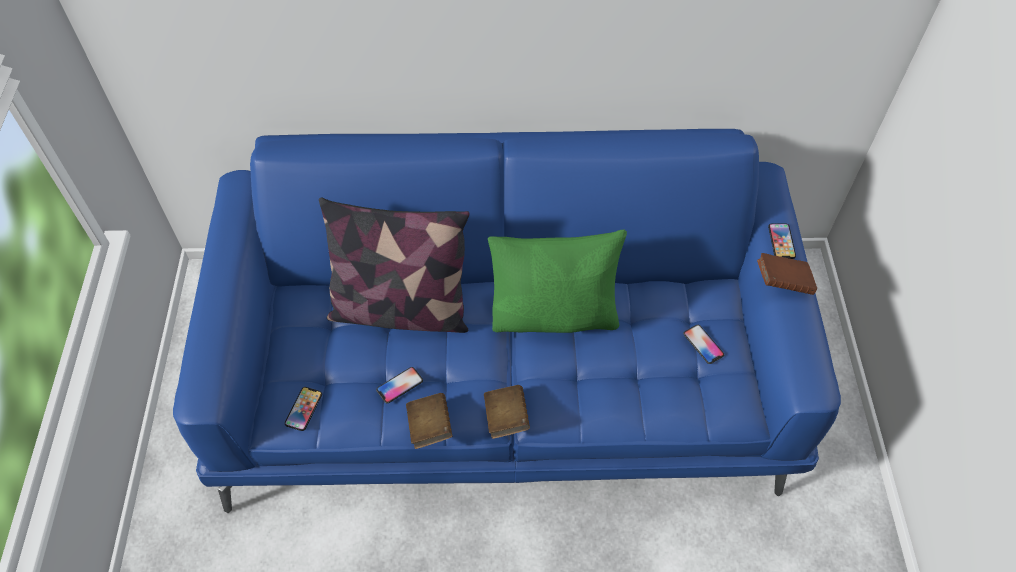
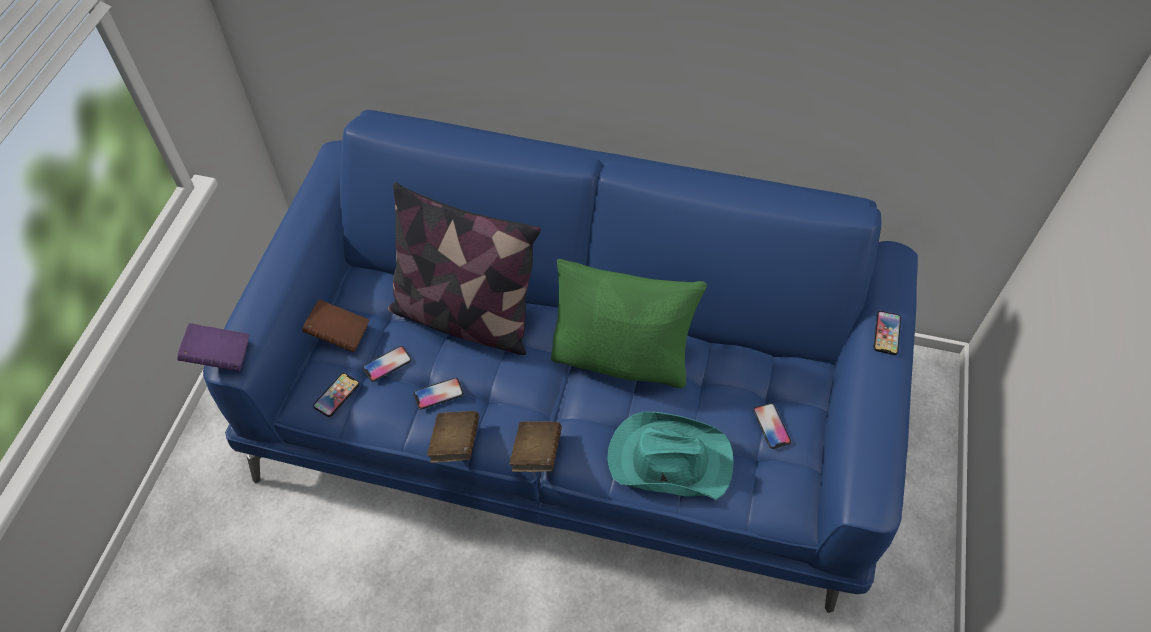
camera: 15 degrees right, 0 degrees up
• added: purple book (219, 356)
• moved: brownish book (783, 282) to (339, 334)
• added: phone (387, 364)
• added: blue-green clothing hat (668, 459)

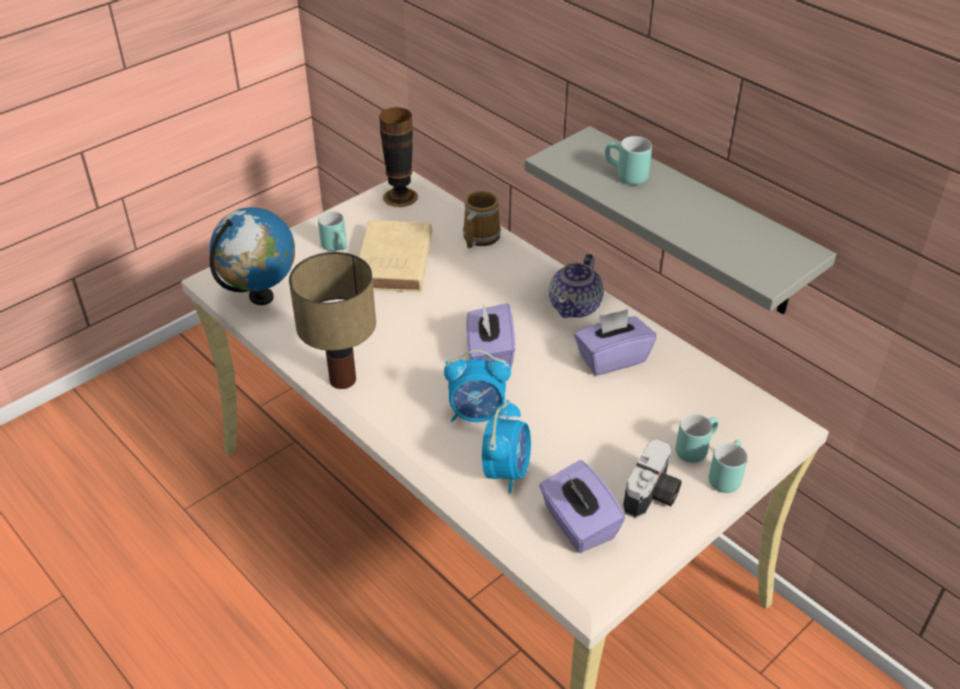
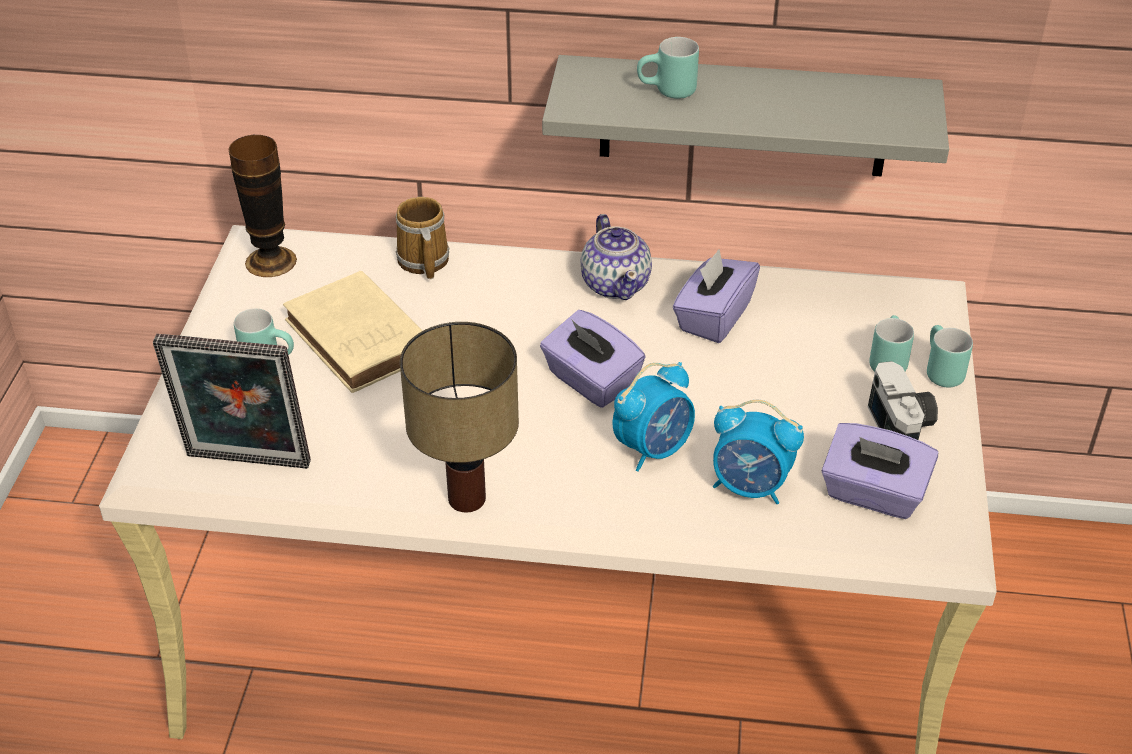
camera: 40 degrees left, 0 degrees up
• replaced: desk globe (261, 297) to photo frame (246, 464)
• turned: bedside clock (506, 471) = (750, 487) 135 degrees clockwise

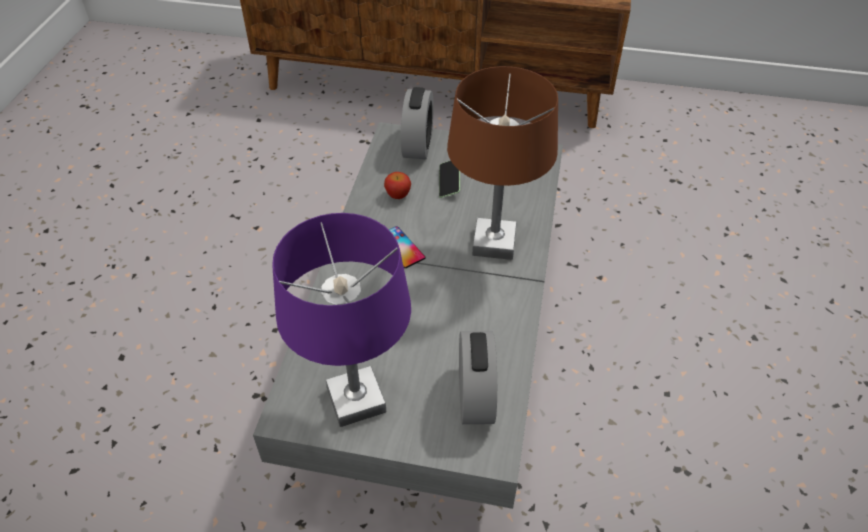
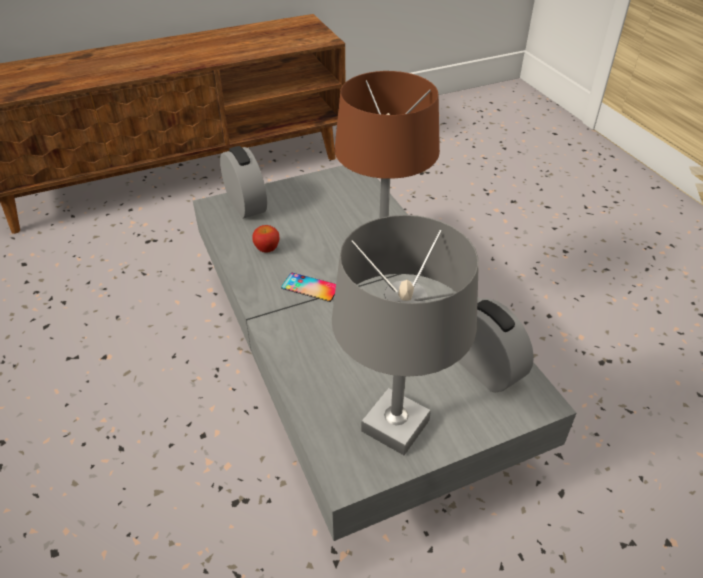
camera: 35 degrees left, 5 degrees down
• recoloured: purple table lamp (357, 400) to gray table lamp (395, 425)
• removed: phone (449, 183)

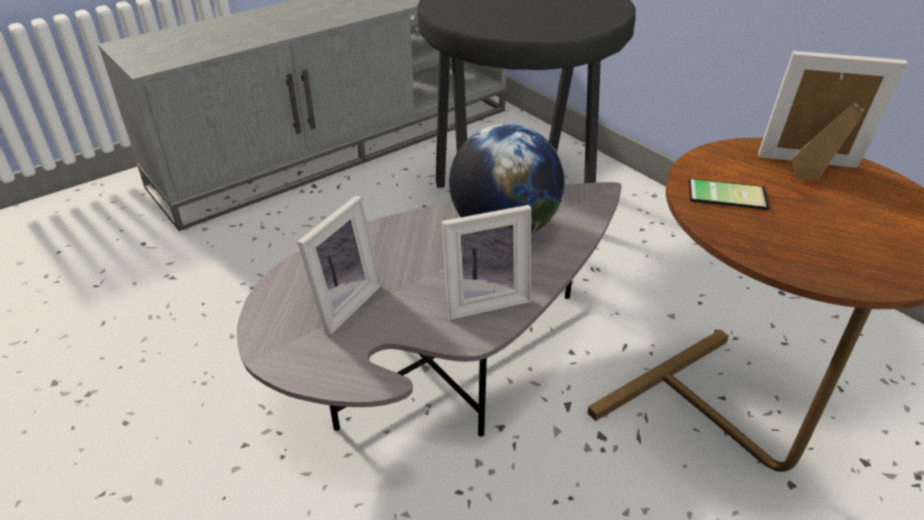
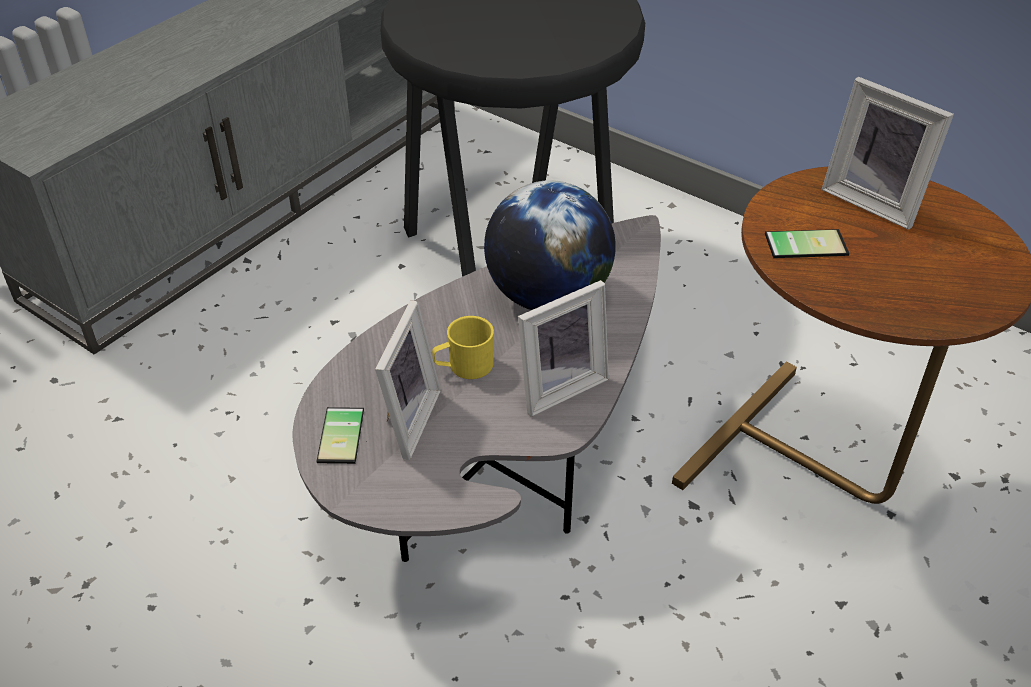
camera: 15 degrees left, 5 degrees up
• added: phone (345, 435)
• added: yellow-coloured tea mug (464, 366)
• turned: photo frame (809, 169) = (875, 200) 135 degrees counterclockwise

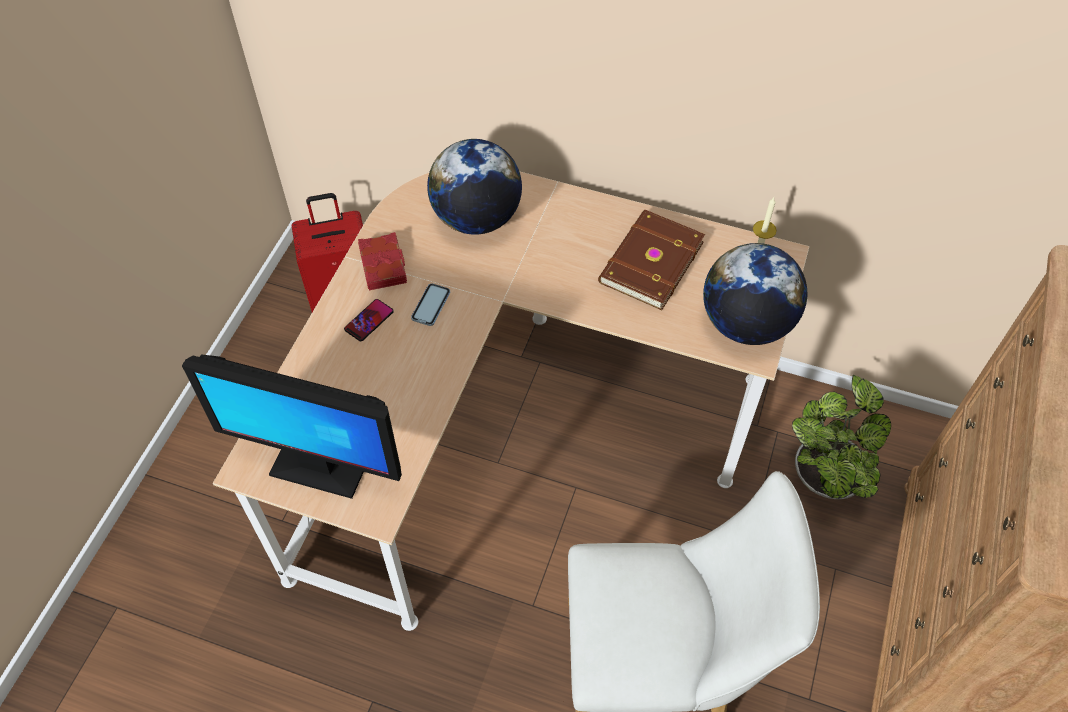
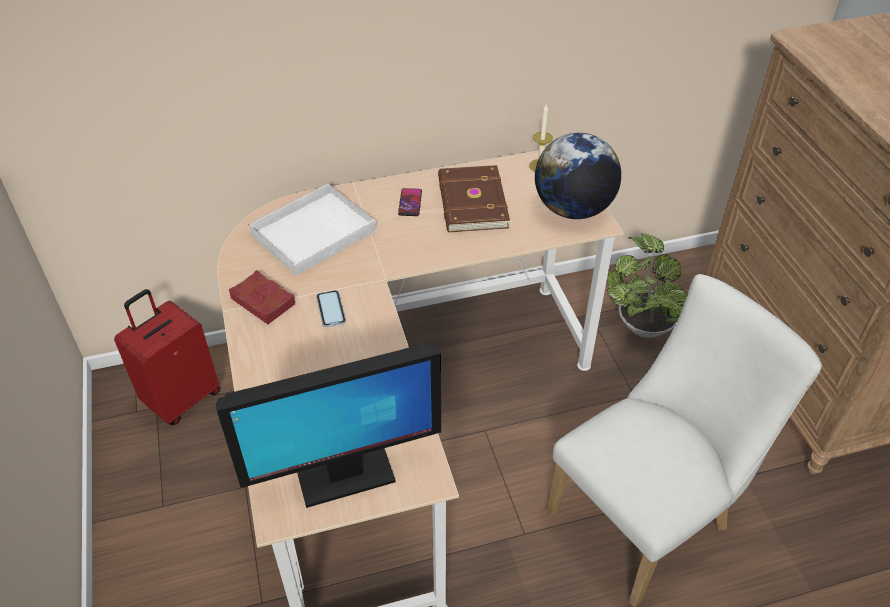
camera: 35 degrees left, 10 degrees down
• replaced: desk globe (476, 218) to white-coloured tray (312, 234)
• moved: phone (369, 320) to (410, 203)

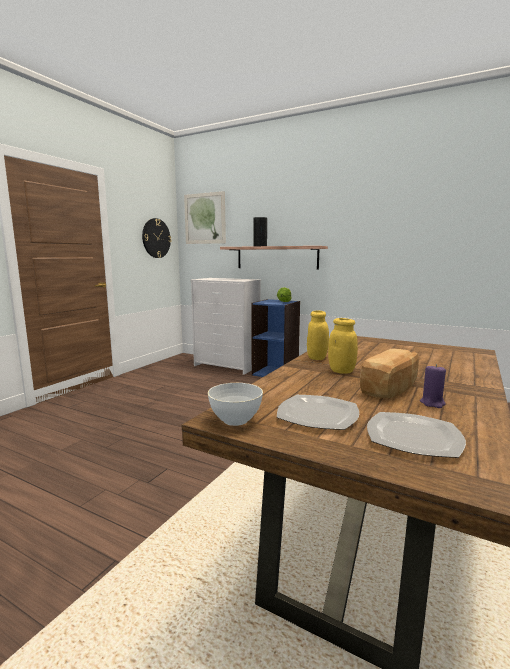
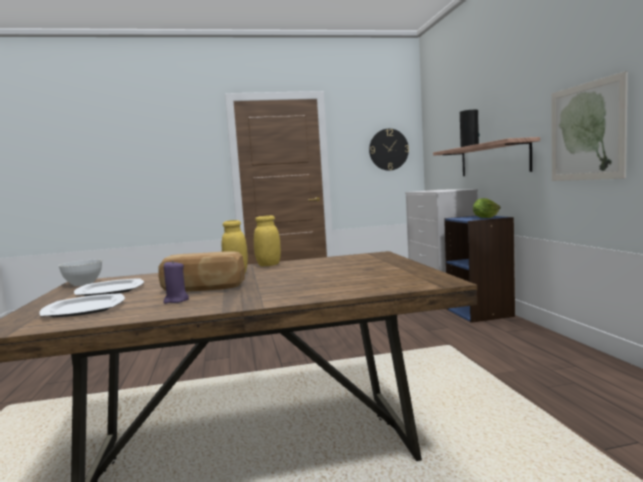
camera: 50 degrees right, 5 degrees down
• moved: picture (204, 218) to (586, 132)

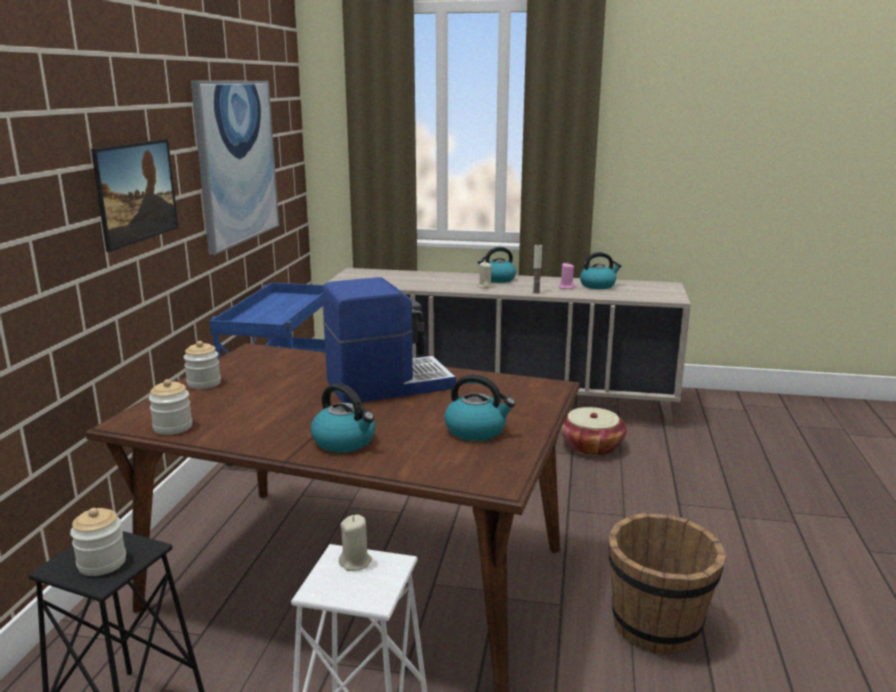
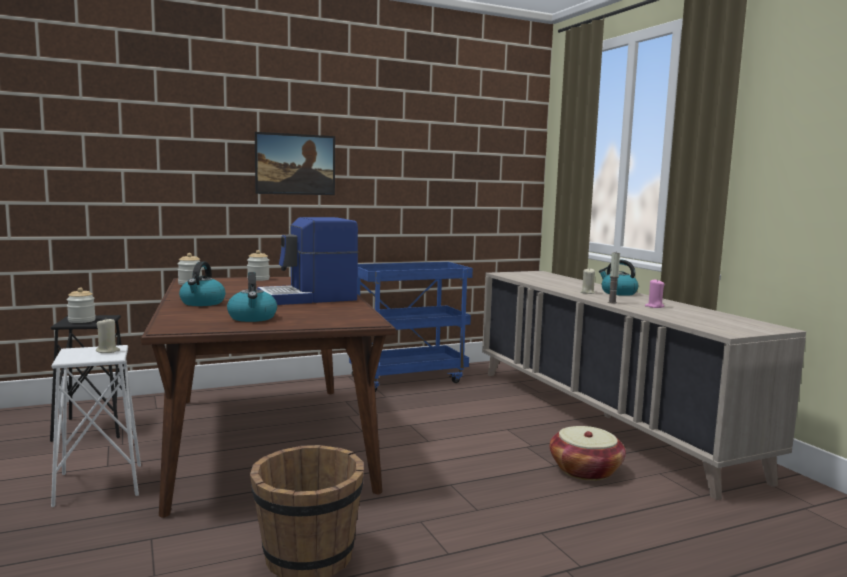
camera: 55 degrees right, 10 degrees down
• turned: coffee machine (388, 384) = (308, 298) 120 degrees clockwise
• removed: picture (237, 162)
• removed: kettle (598, 285)

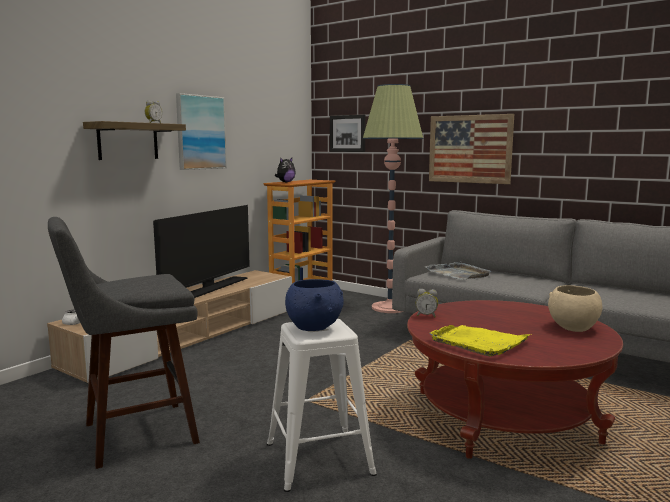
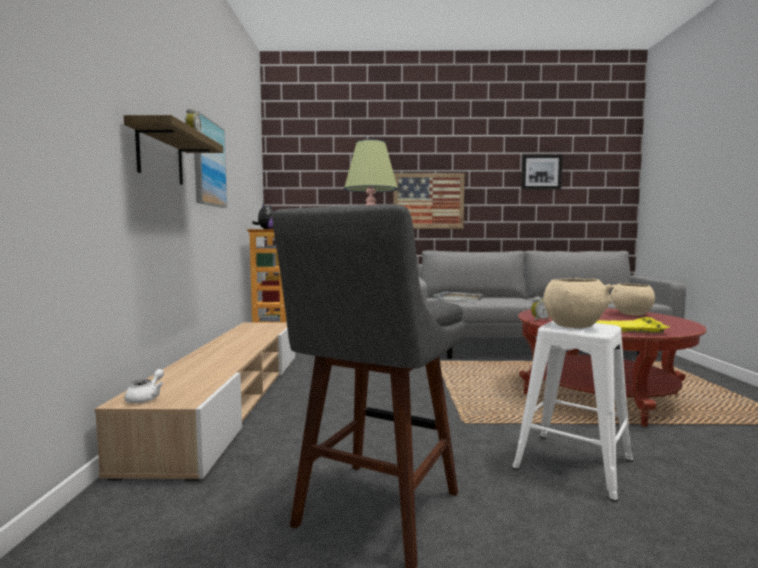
camera: 35 degrees left, 5 degrees down
• moved: picture (348, 133) to (541, 172)
• recoloured: bluish bowl (314, 327) to beige bowl (574, 326)
• removed: television (208, 289)

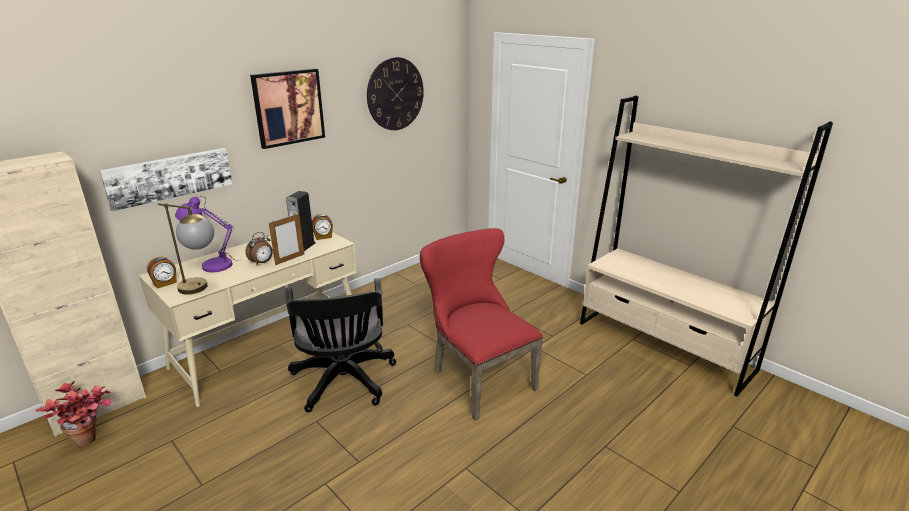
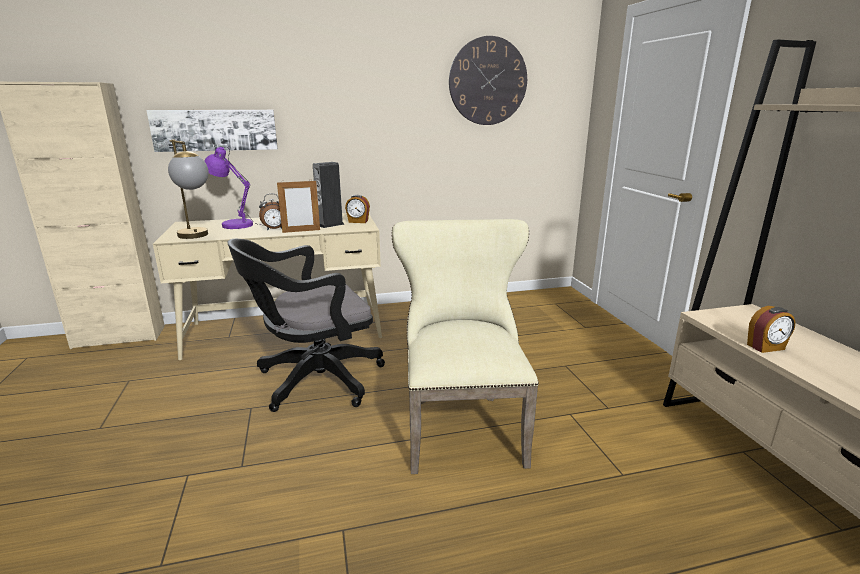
camera: 30 degrees right, 5 degrees down
• turned: blackish office chair (344, 383) = (314, 381) 45 degrees clockwise
• recoloured: red-coloured plain chair (477, 378) to beige plain chair (461, 425)
• moved: bedside clock (165, 283) to (766, 347)
• removed: plant in a pot (92, 441)
• removed: picture (288, 107)

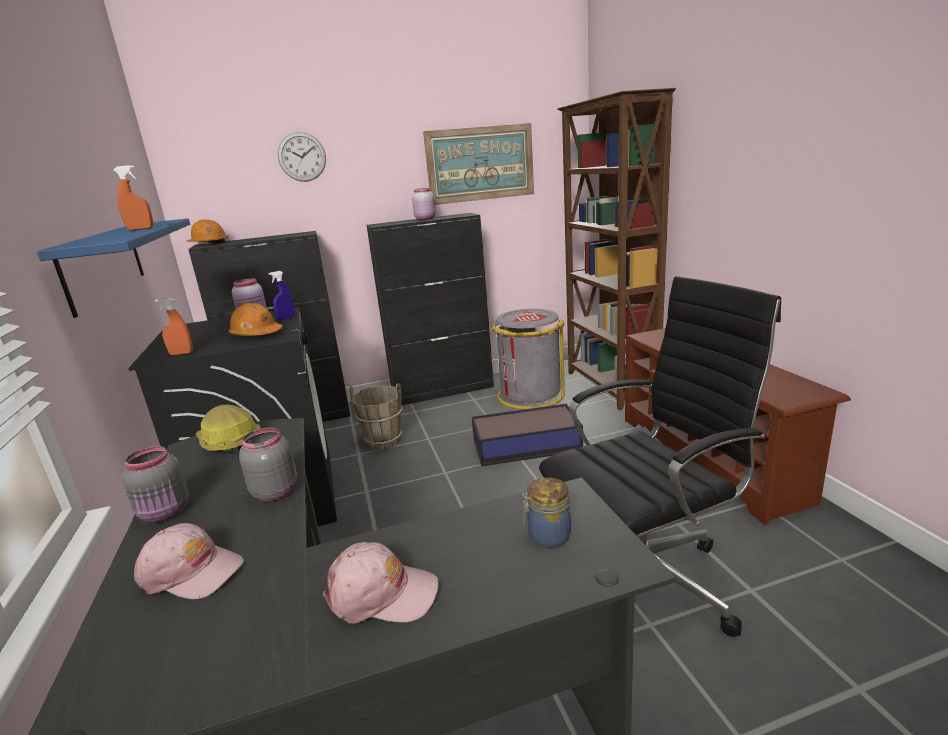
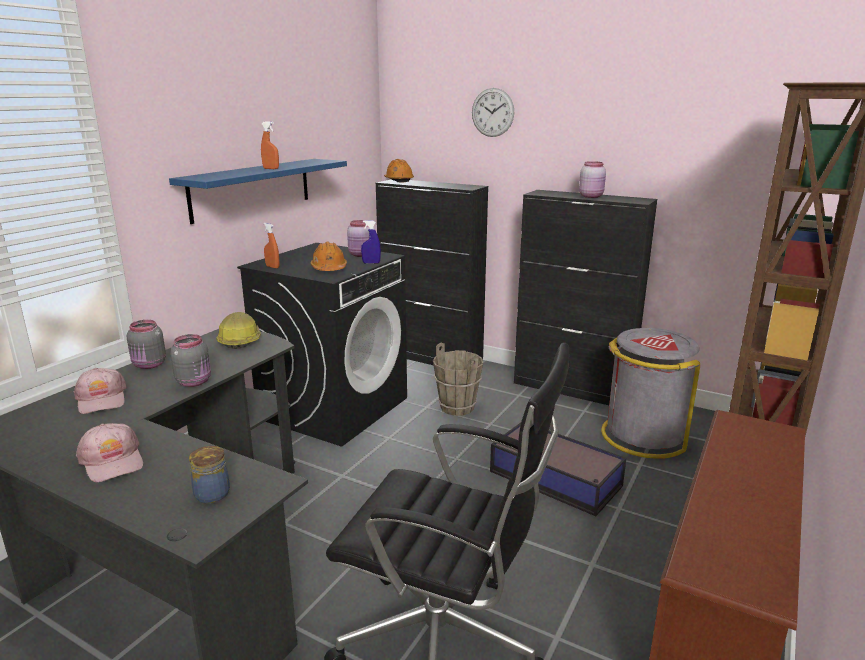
camera: 45 degrees right, 0 degrees up
• removed: picture (480, 164)

